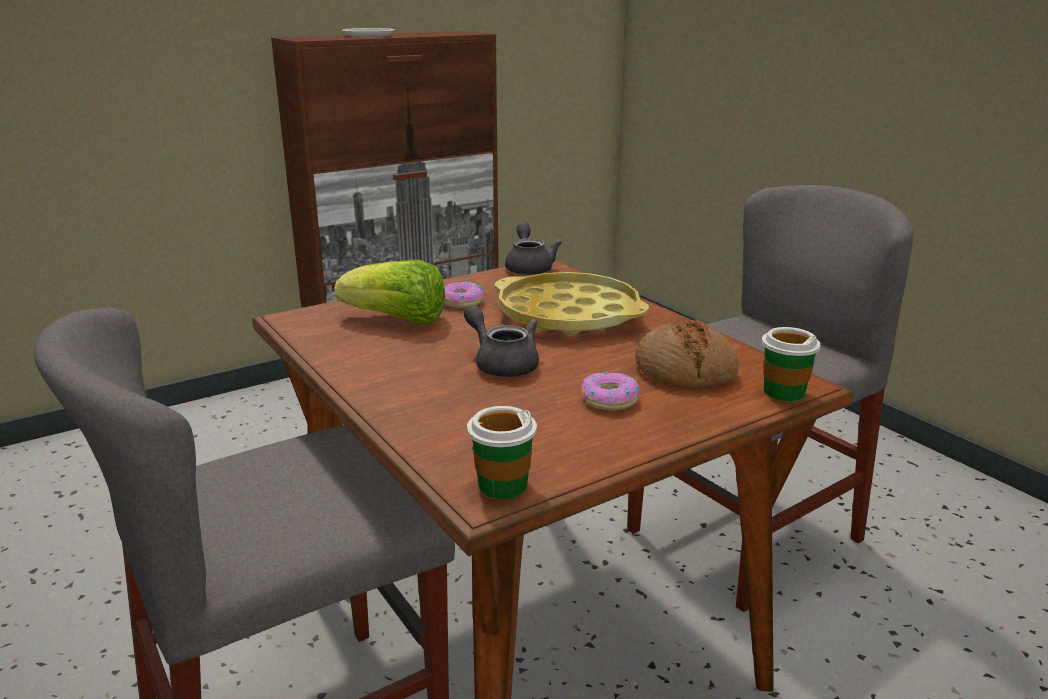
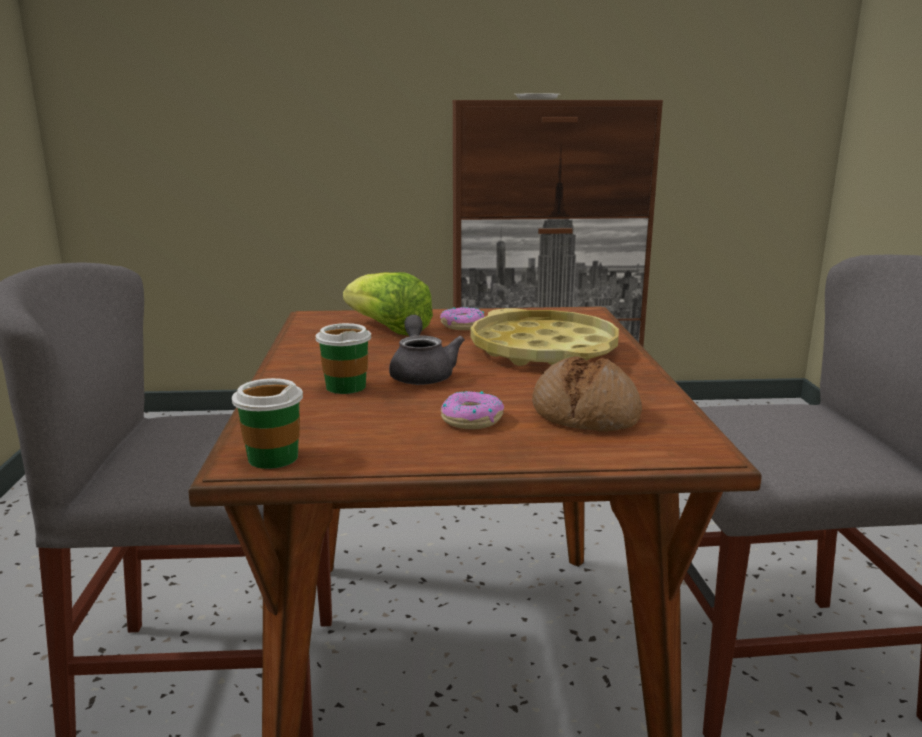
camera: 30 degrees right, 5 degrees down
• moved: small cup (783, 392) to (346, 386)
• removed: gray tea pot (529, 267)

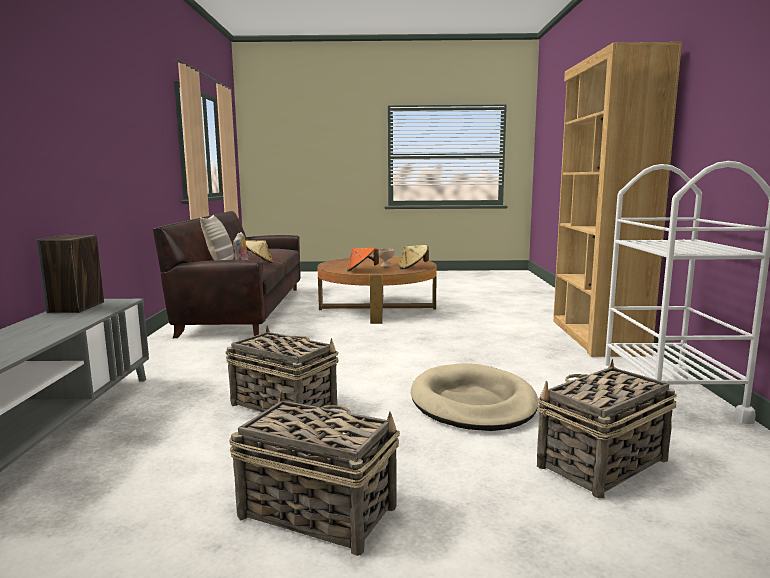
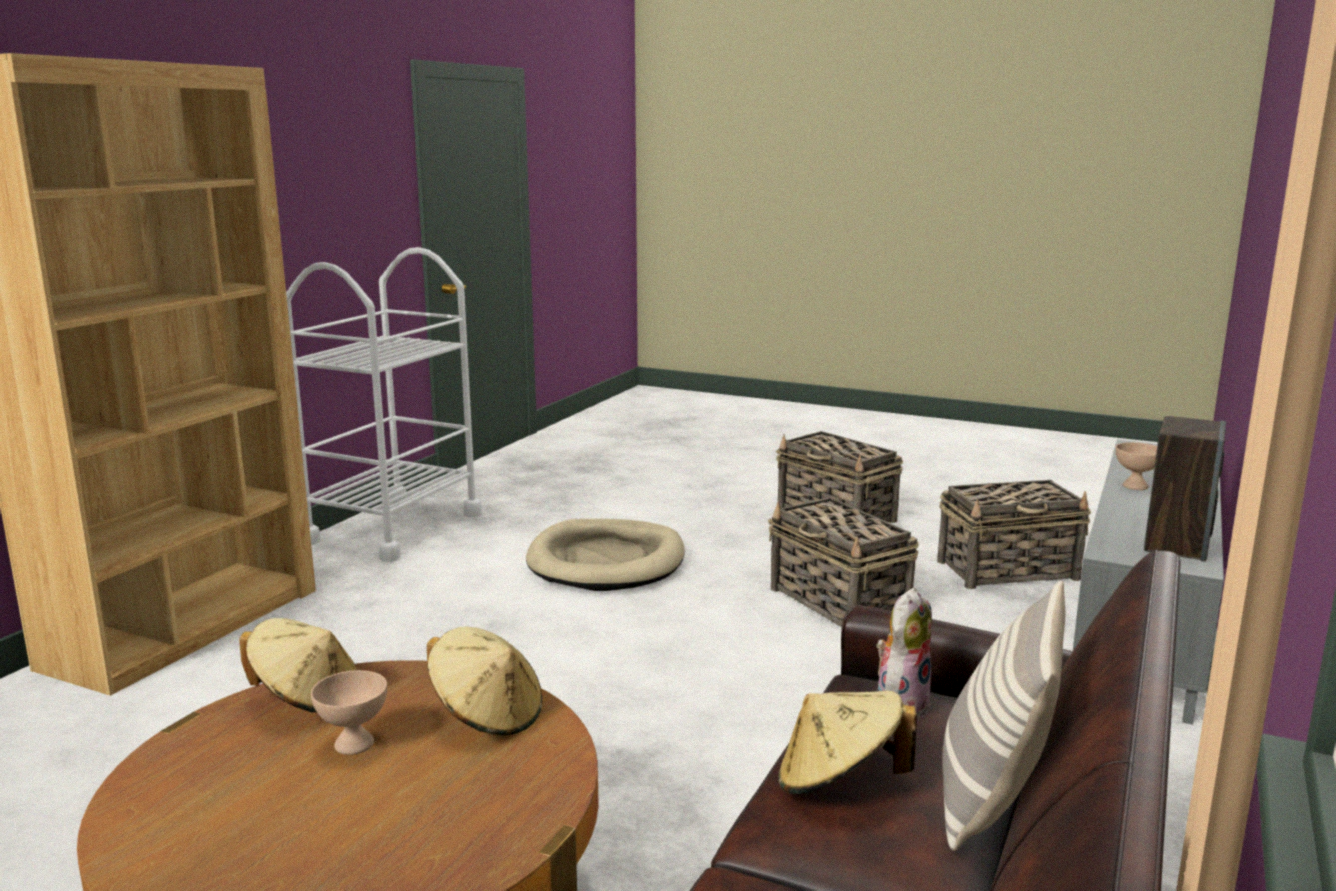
camera: 155 degrees left, 5 degrees up
• recoloured: orangey clothing hat (361, 270) to beige clothing hat (487, 715)
• moved: household basket (601, 463) to (1009, 570)
• added: beige bowl (1134, 486)

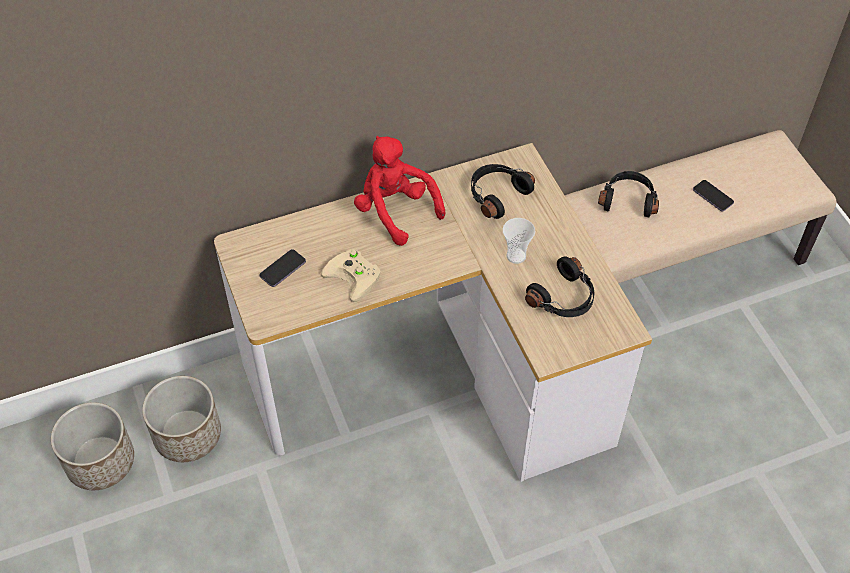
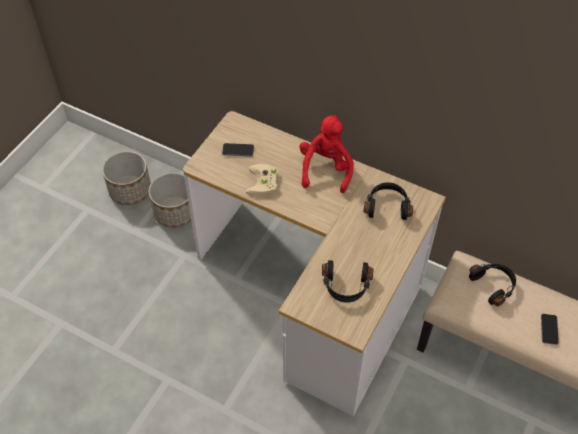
camera: 50 degrees right, 0 degrees up
• removed: small cup (516, 256)

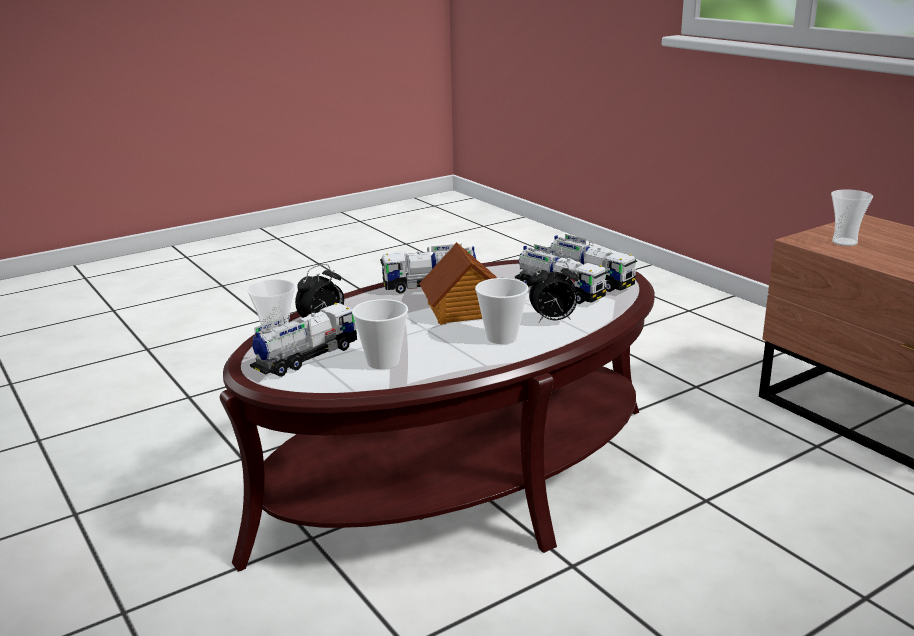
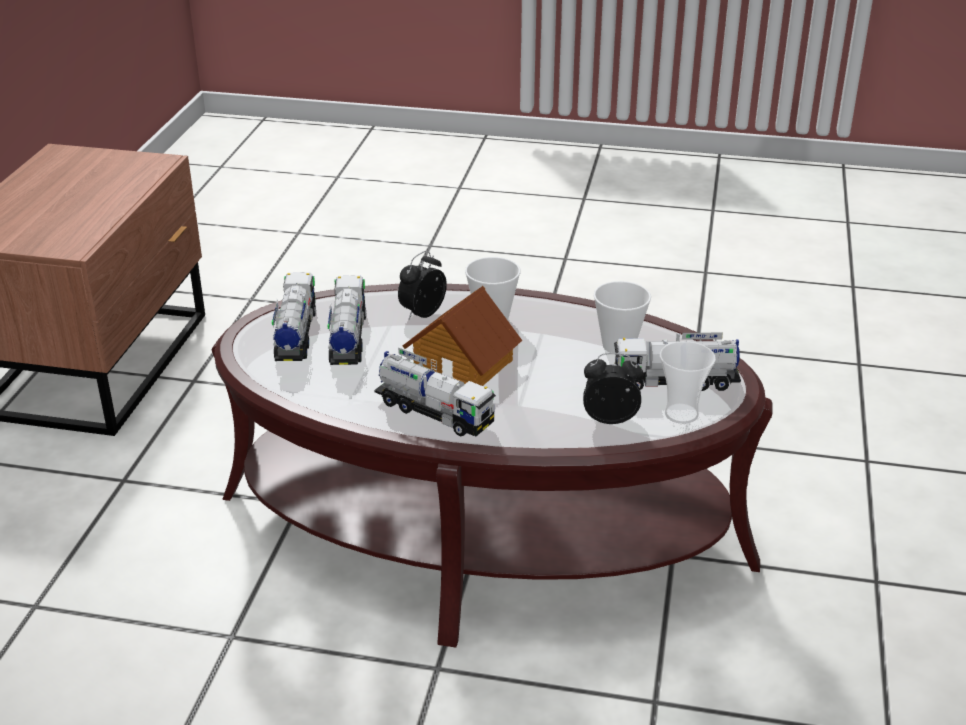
camera: 135 degrees left, 10 degrees up
• turned: bedside clock (553, 320) = (422, 313) 90 degrees counterclockwise
• removed: small cup (844, 242)

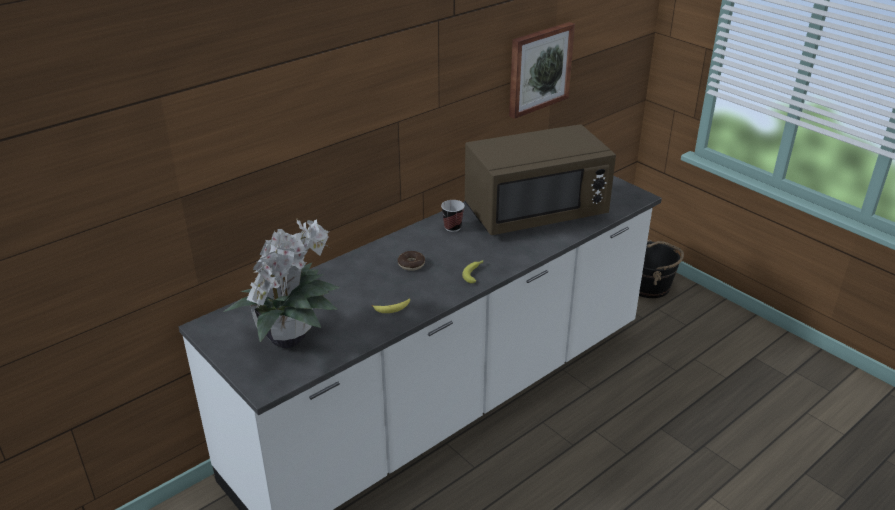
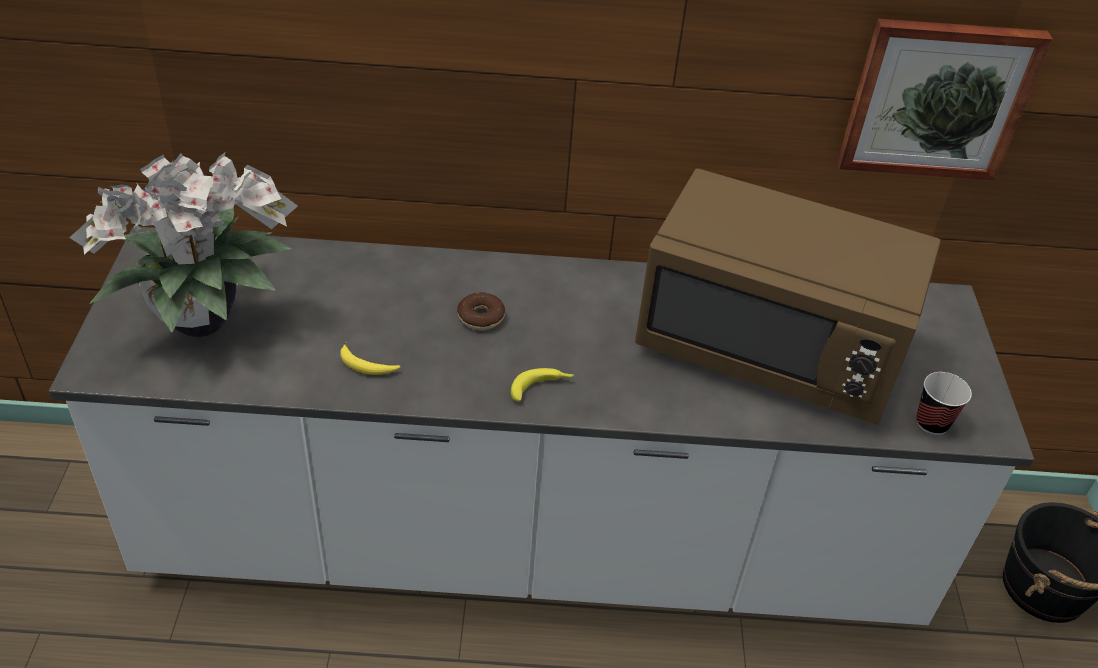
camera: 40 degrees right, 10 degrees up
• moved: small cup (452, 227) to (932, 423)

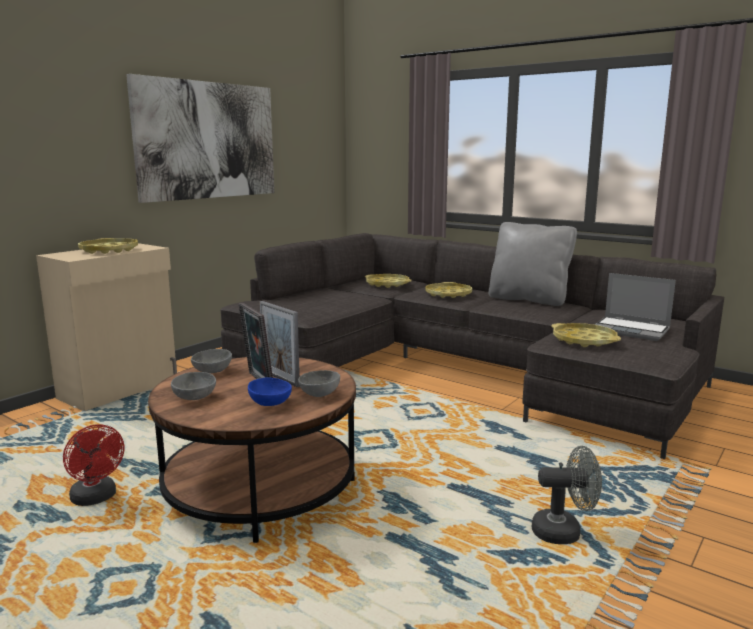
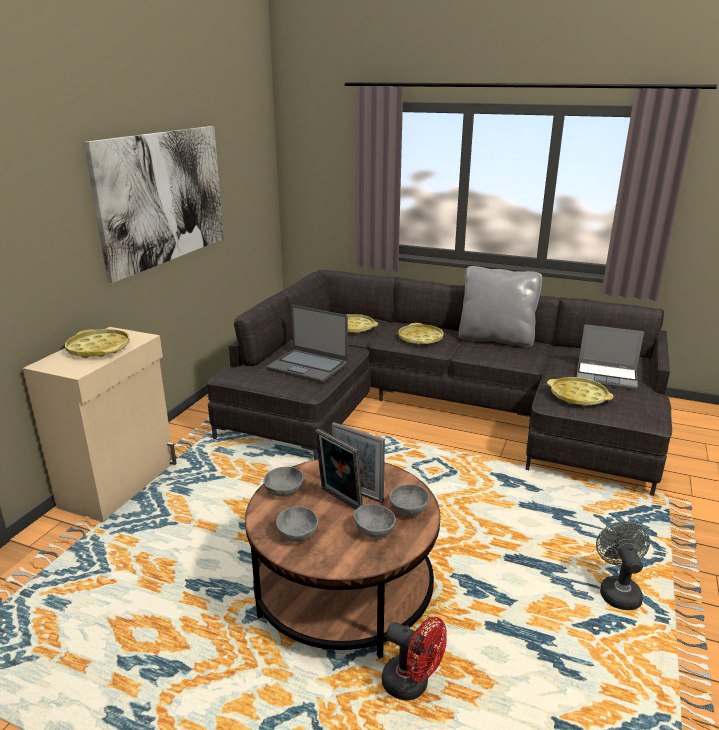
camera: 15 degrees left, 10 degrees up
• added: portable computer (308, 366)
• recoloured: bluish bowl (271, 403) to gray bowl (375, 530)
• moved: red-coloured cooling fan (96, 498) to (412, 685)
• turned: gray cooling fan (564, 532) = (617, 591) 75 degrees counterclockwise

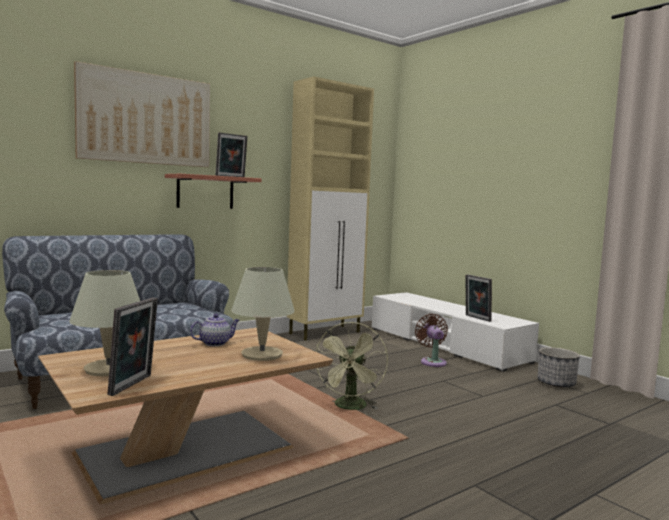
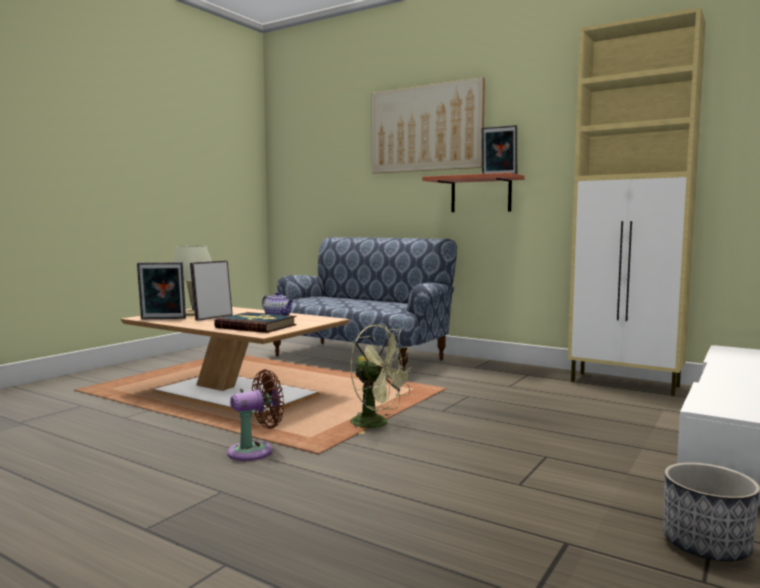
camera: 70 degrees right, 0 degrees up
• moved: photo frame (476, 318) to (212, 317)
• replaced: beige table lamp (261, 354) to book (256, 326)
• moved: brownish cooling fan (432, 361) to (255, 451)
• turned: greenish cooling fan (350, 408) = (377, 424) 135 degrees counterclockwise

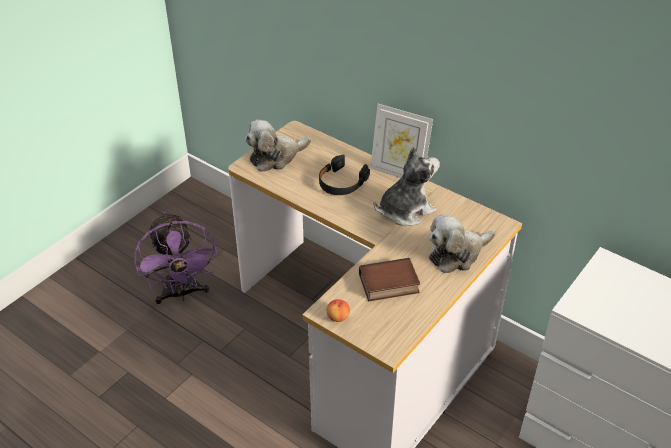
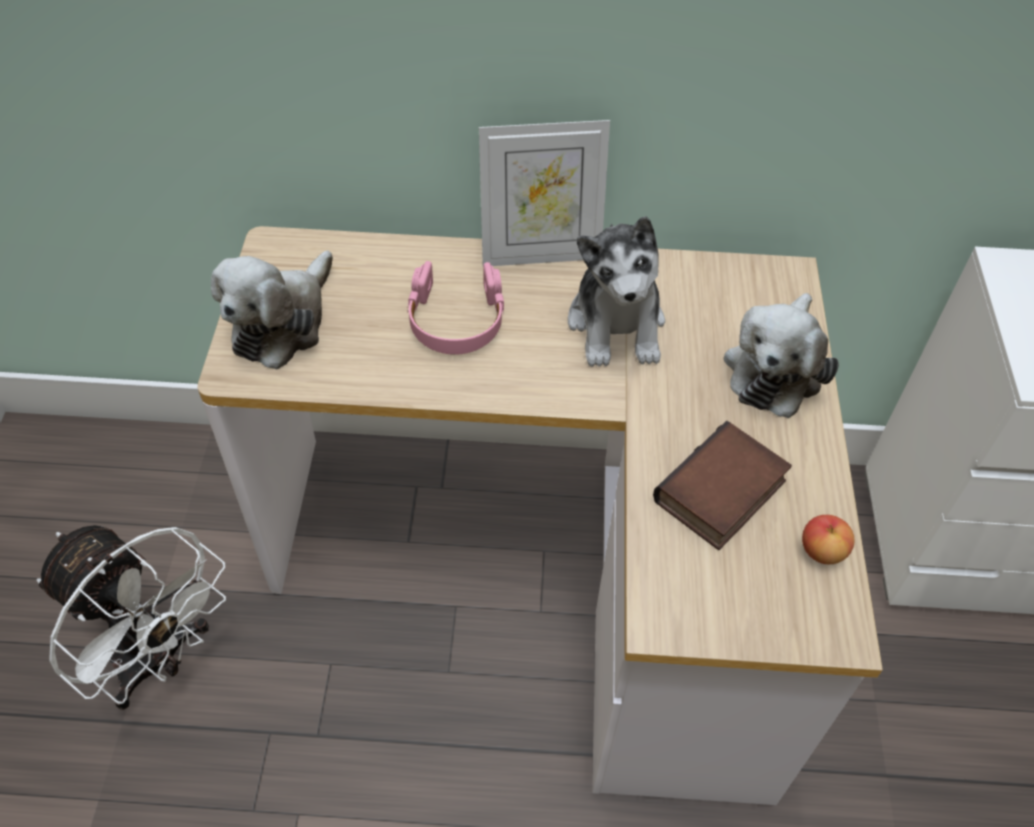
camera: 35 degrees left, 10 degrees up
• recoloured: purple cooling fan (181, 293) to white-coloured cooling fan (159, 660)
• recoloured: blackish headphones (341, 182) to pink-coloured headphones (456, 319)
• turned: soft toy (405, 211) = (617, 325) 150 degrees clockwise
• moved: apple (338, 317) to (822, 551)

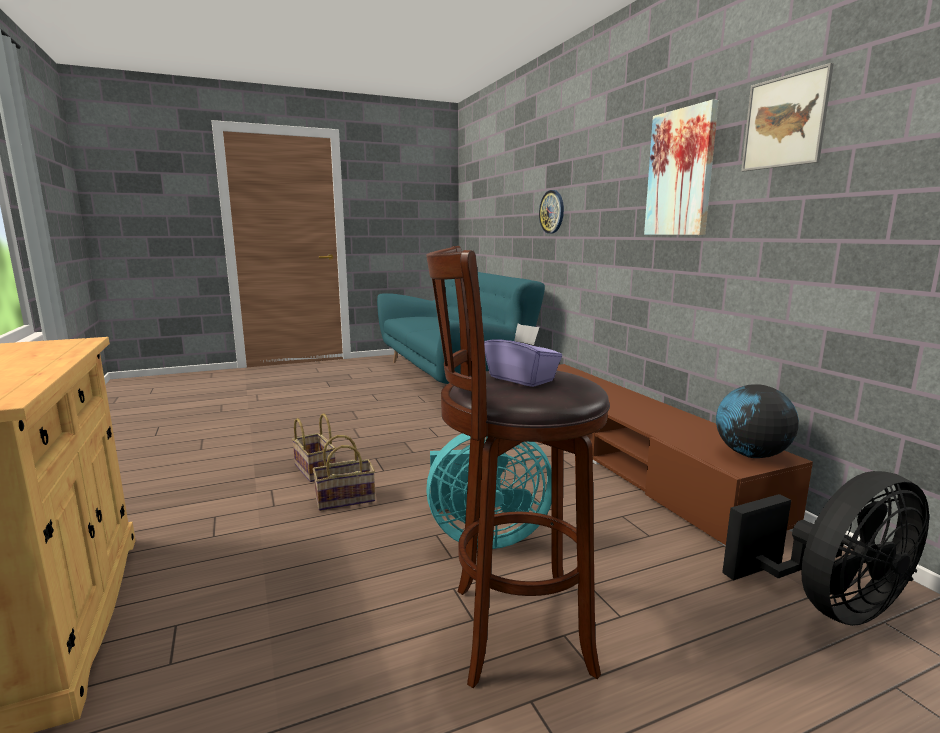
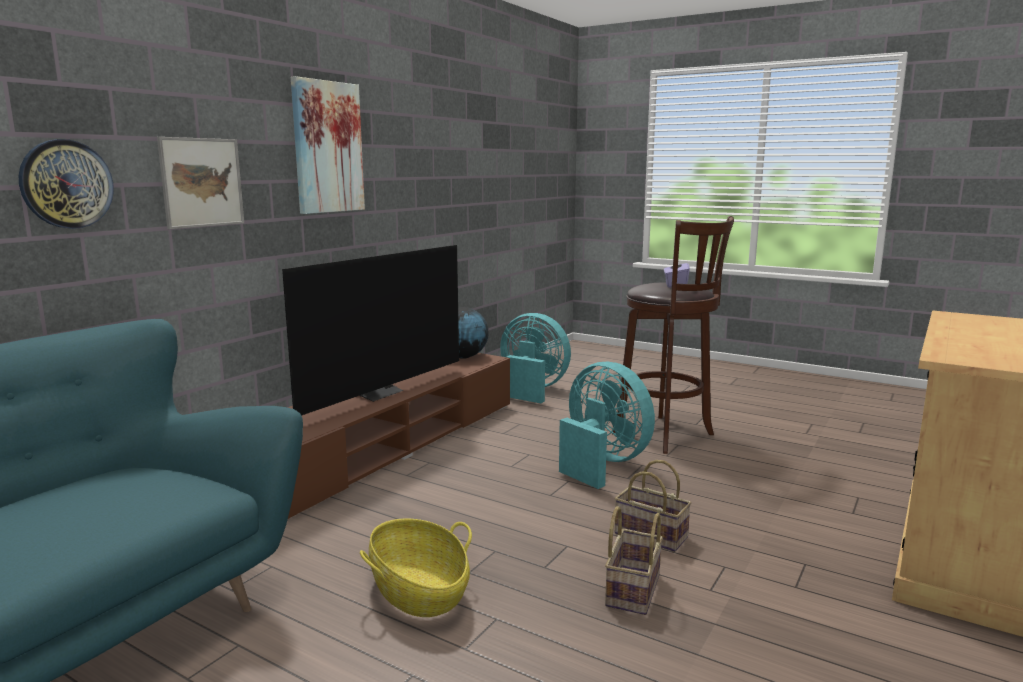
camera: 125 degrees left, 0 degrees up
• moved: picture (784, 122) to (202, 182)
• added: television (378, 393)
• added: household basket (419, 592)
• recoloured: blackish cooling fan (829, 605) to blue-green cooling fan (532, 390)

